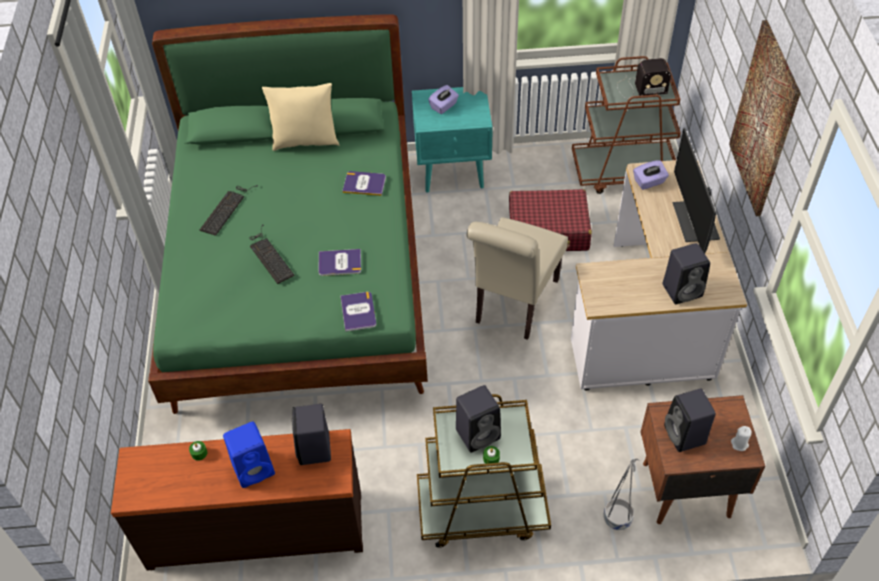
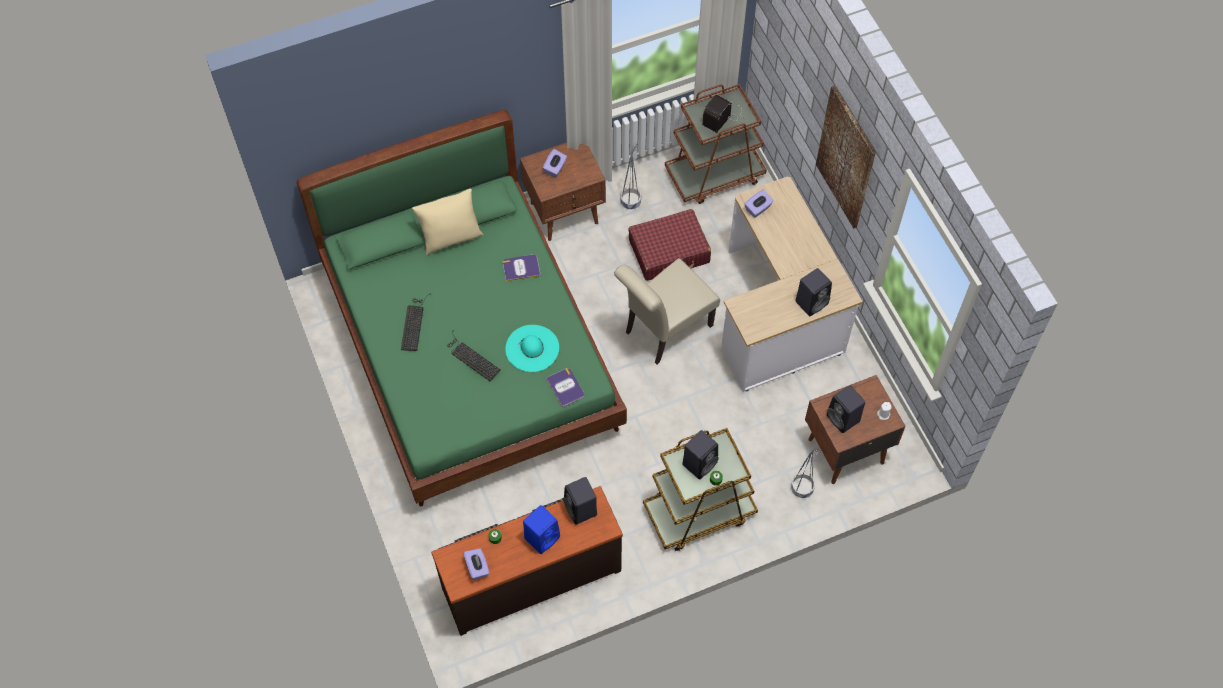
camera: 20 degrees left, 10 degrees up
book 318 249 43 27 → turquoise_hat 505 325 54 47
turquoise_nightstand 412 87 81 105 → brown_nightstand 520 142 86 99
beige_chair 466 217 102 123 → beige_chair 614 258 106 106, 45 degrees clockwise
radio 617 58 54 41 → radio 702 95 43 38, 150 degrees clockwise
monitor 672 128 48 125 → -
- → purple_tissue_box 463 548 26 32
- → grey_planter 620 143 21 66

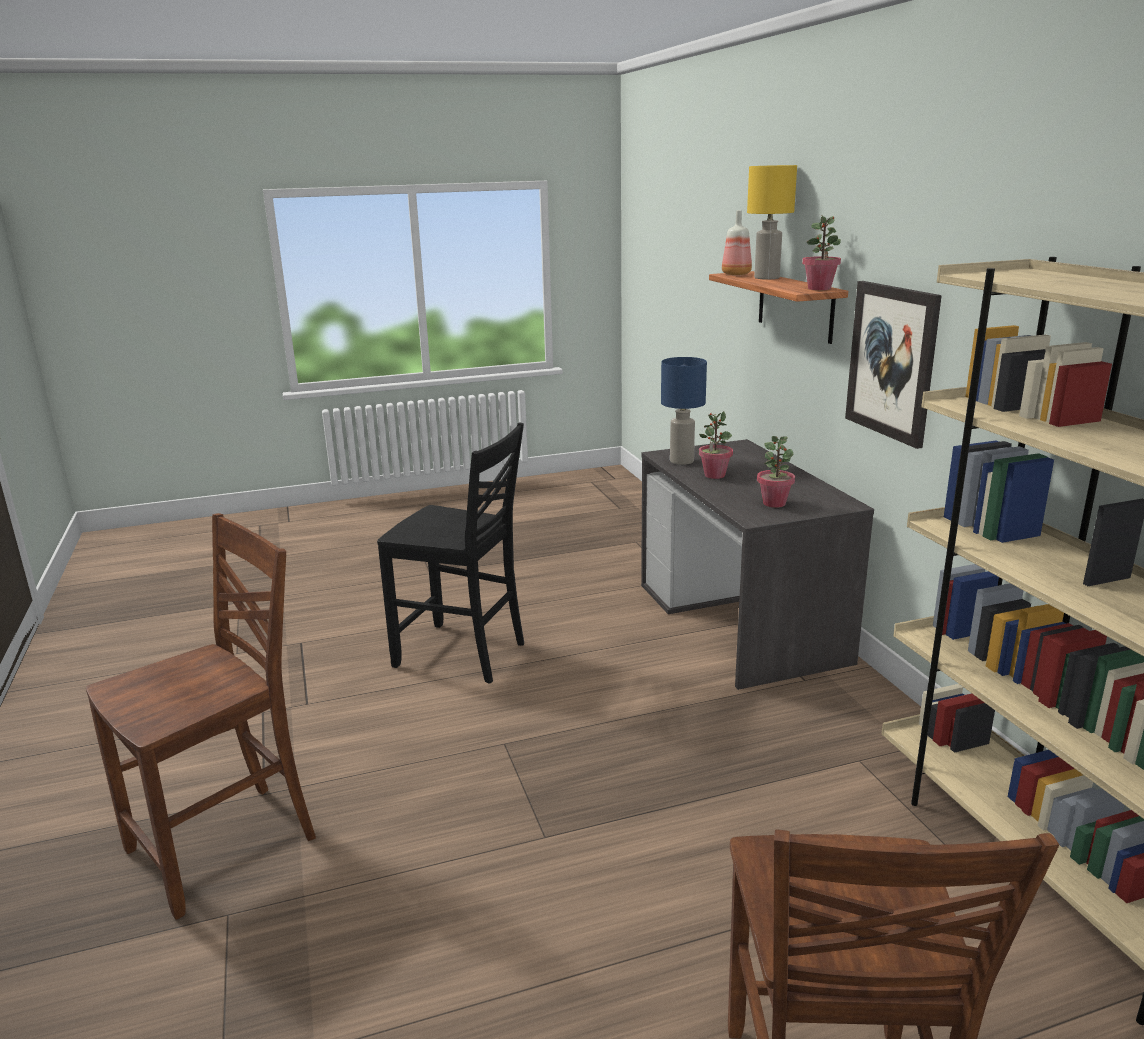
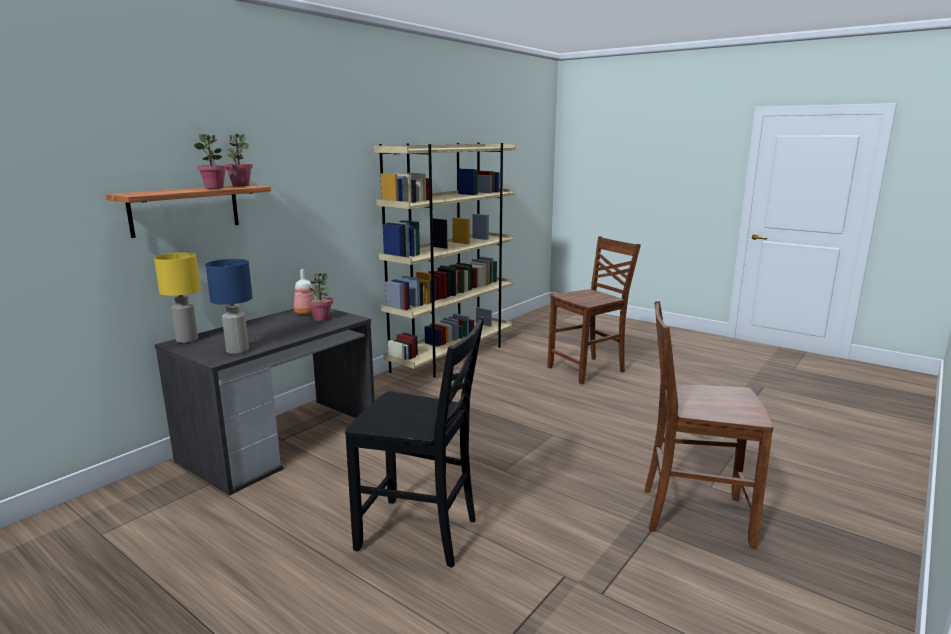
camera: 125 degrees left, 5 degrees down
black_chair 377 422 147 262 → black_chair 345 316 139 252, 120 degrees clockwise
potted_plant 699 411 34 68 → potted_plant 194 134 33 55, relocated
bottle 722 210 30 65 → bottle 294 269 20 46, relocated
yellow_table_lamp 747 165 50 114 → yellow_table_lamp 154 253 47 90, relocated
picture 845 281 97 168 → -

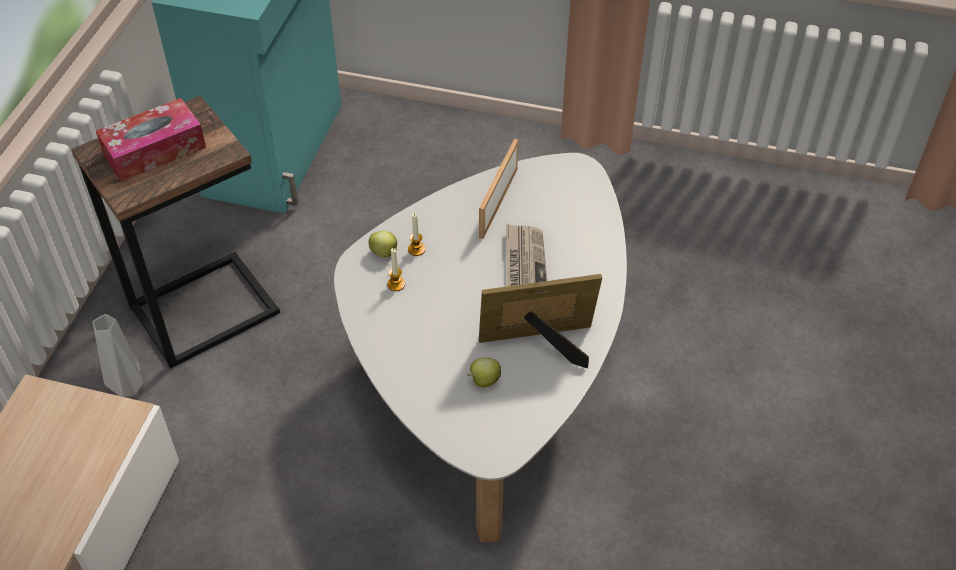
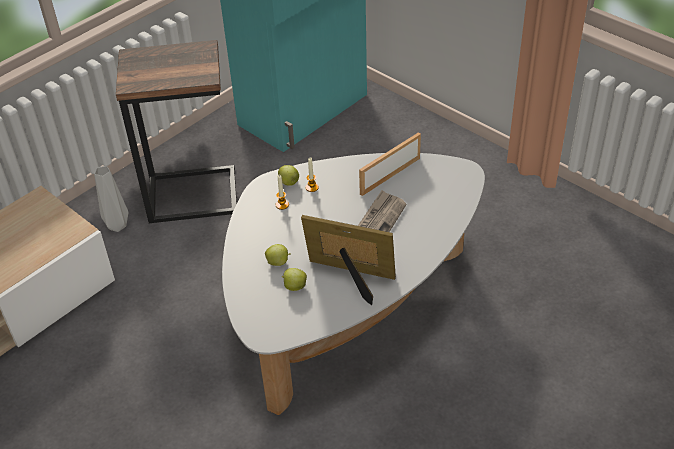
camera: 30 degrees right, 5 degrees down
tissue_box 96 98 110 84 → -
- → apple 265 244 26 22

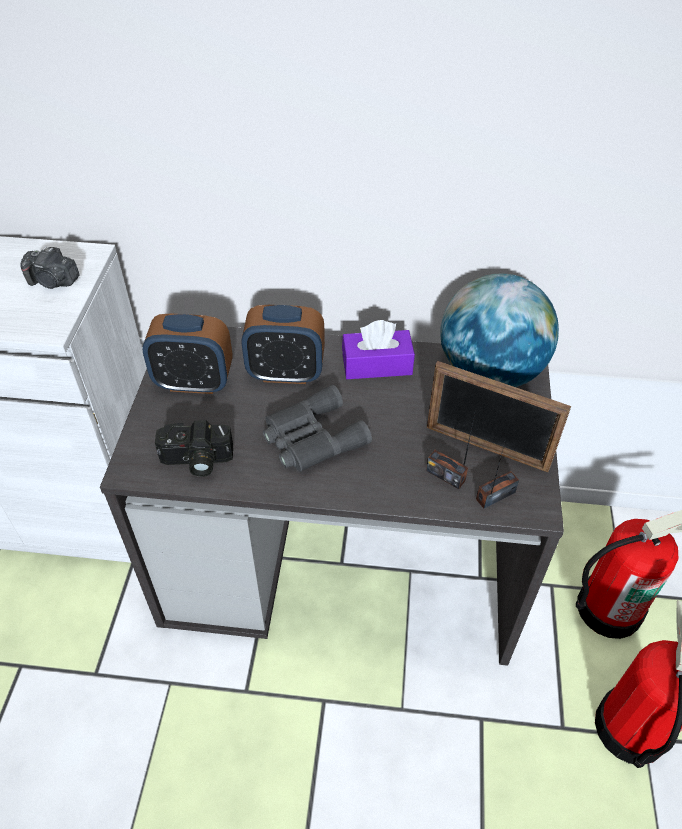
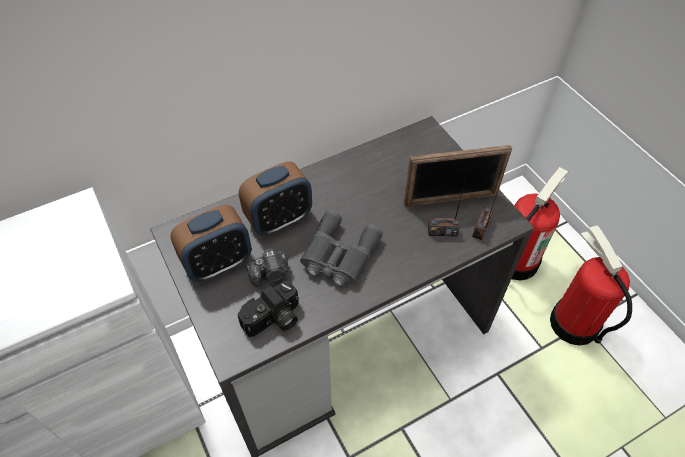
camera: 35 degrees left, 5 degrees up
photo_camera 20 246 60 43 → photo_camera 246 248 42 39, relocated
purple_tissue_box 342 320 73 59 → -
globe 440 274 119 113 → -

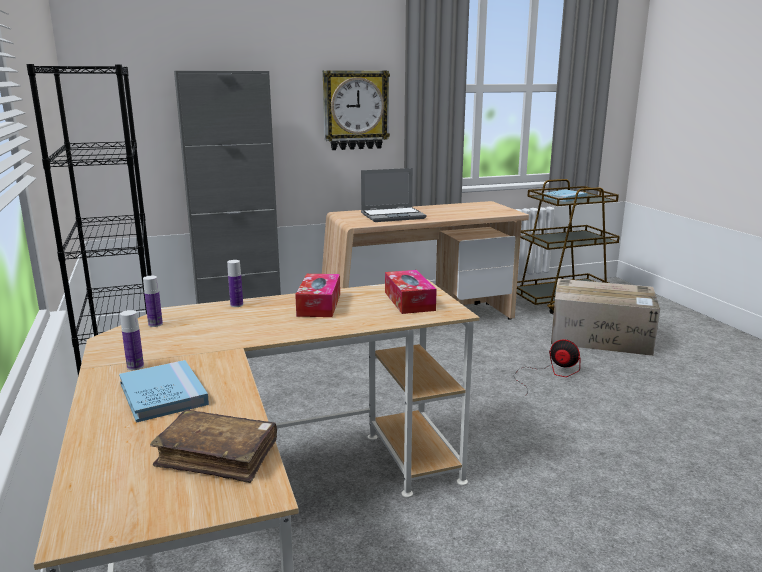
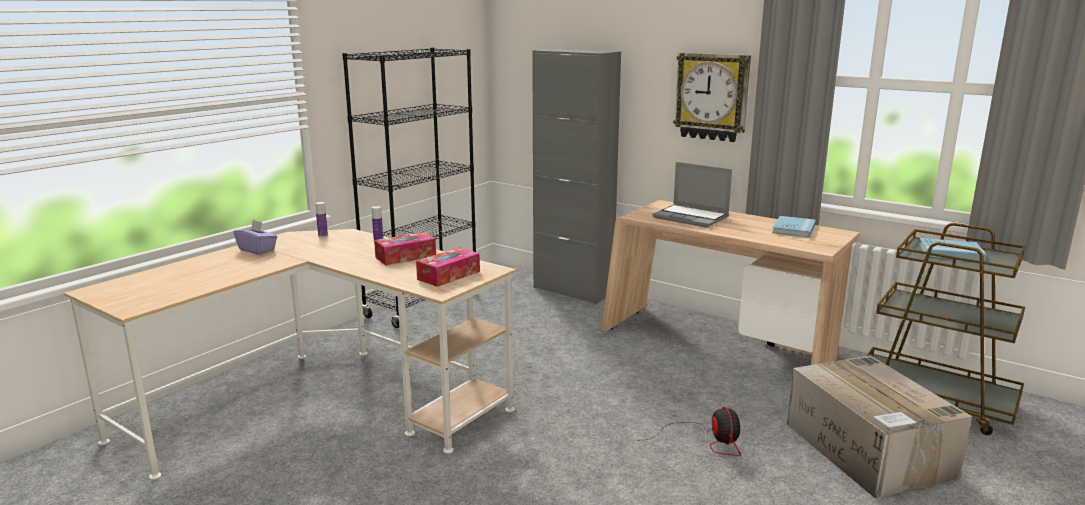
camera: 55 degrees right, 0 degrees up
blue_book 119 360 90 63 → blue_book 772 216 44 22, relocated
bottle 120 310 24 60 → purple_tissue_box 233 220 44 35
brown_book 150 410 127 73 → -

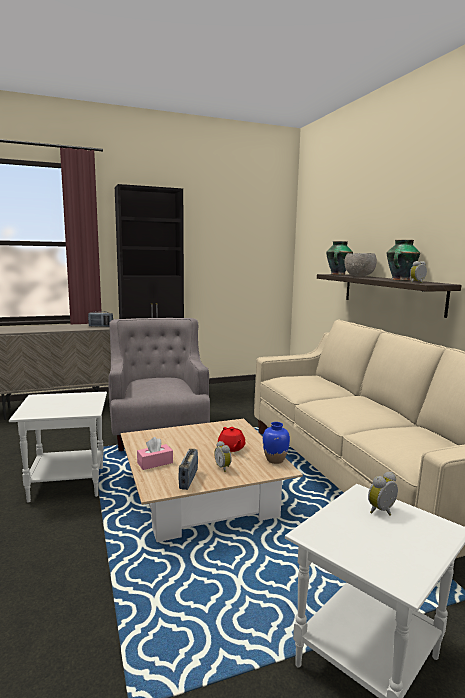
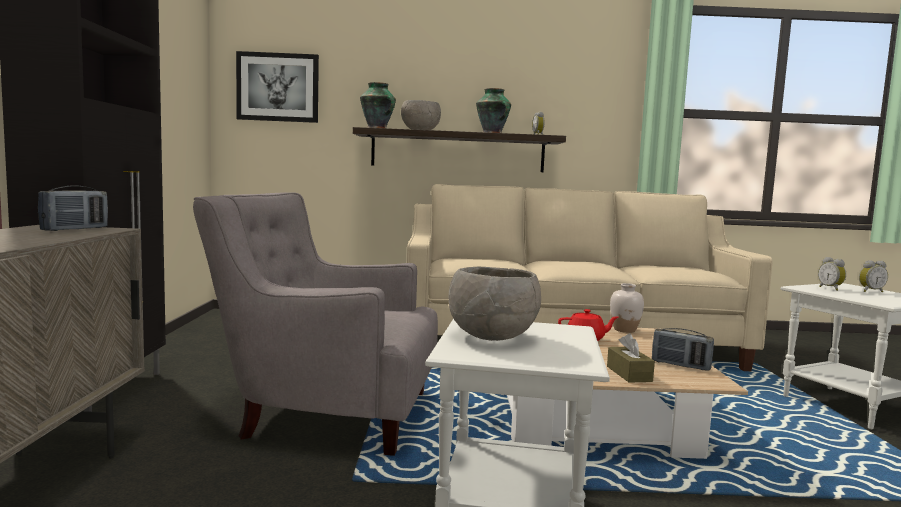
camera: 70 degrees left, 5 degrees down
pink_tissue_box 137 437 36 33 → brown_tissue_box 607 333 48 50
alarm_clock 214 441 18 31 → alarm_clock 859 260 29 32, relocated
blue_vase 263 422 27 42 → white_vase 610 283 34 50
- → picture 236 51 83 72
- → grey_bowl 448 267 93 74

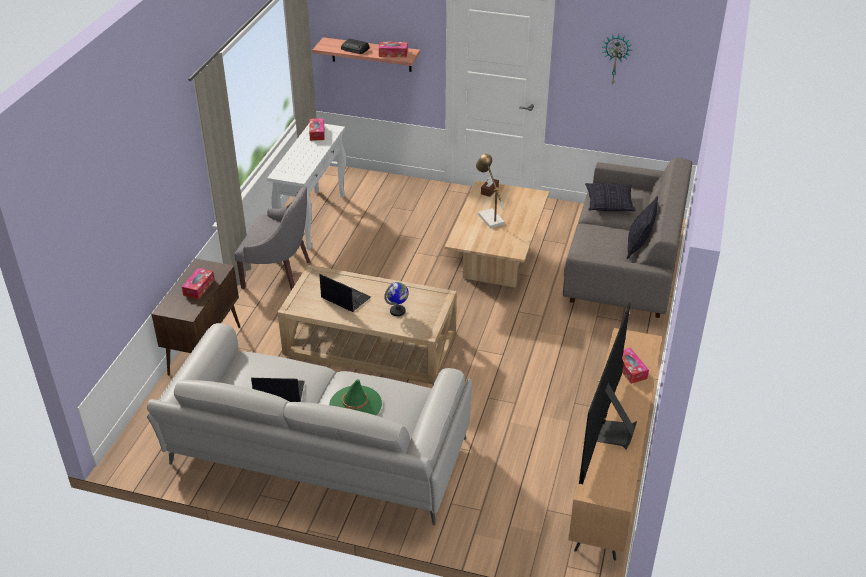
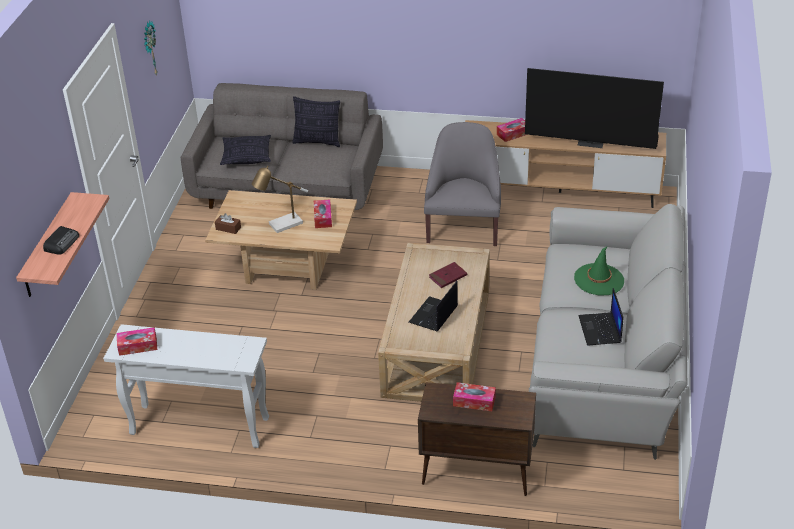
camera: 95 degrees left, 0 degrees up
grey_armchair 235 186 76 104 → grey_armchair 424 122 77 124, relocated
tissue_box 379 42 29 15 → tissue_box 314 200 18 28, relocated
globe 384 282 25 34 → red_book 429 262 38 26

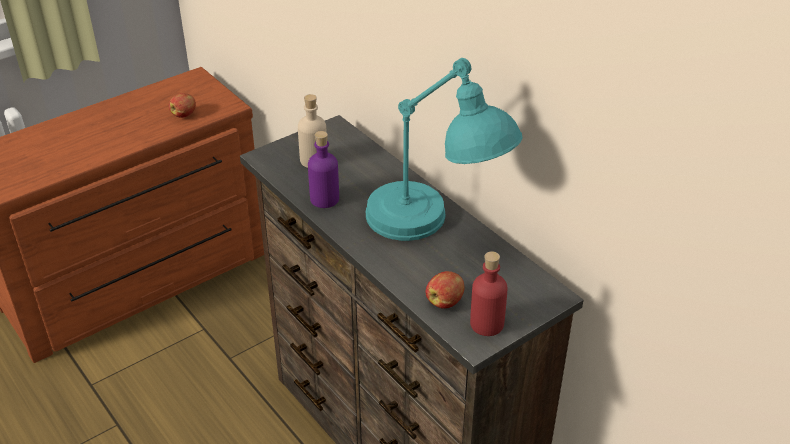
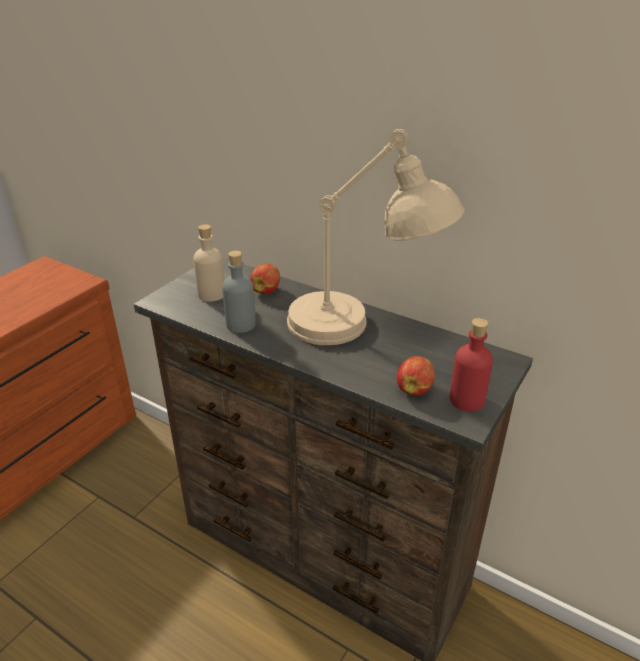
camera: 20 degrees left, 5 degrees down
apple 169 93 27 25 → apple 250 264 30 30, relocated
purple_bottle 308 131 31 77 → grey_bottle 222 251 34 82
turquoise_table_lamp 366 58 157 183 → beige_table_lamp 287 129 178 216

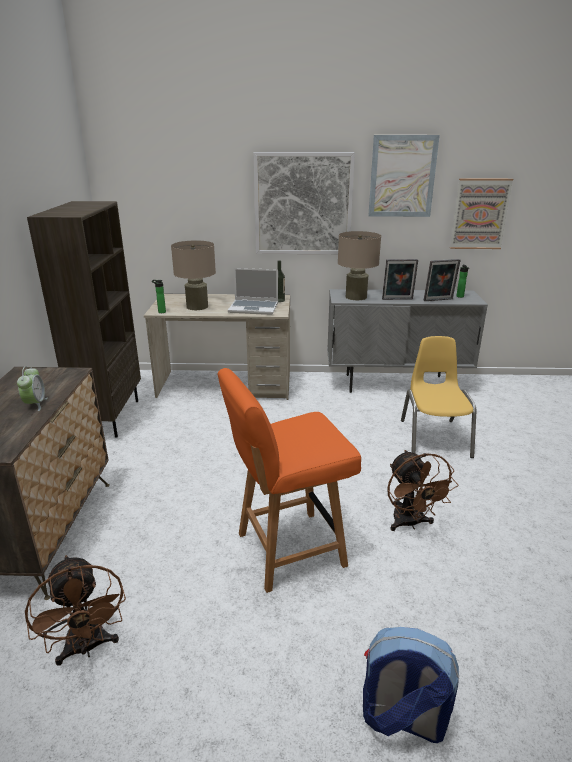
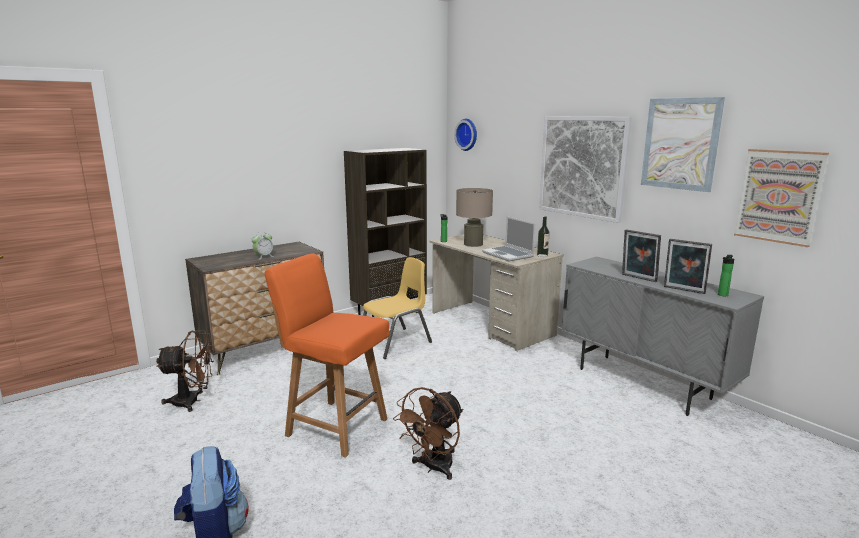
camera: 50 degrees right, 10 degrees down
brown_fan 25 555 101 111 → brown_fan 156 331 58 81, 120 degrees counterclockwise
beige_table_lamp 338 231 43 69 → -
yellow_chair 401 336 76 122 → yellow_chair 363 257 69 102, relocated
- → wall_clock 454 119 23 32

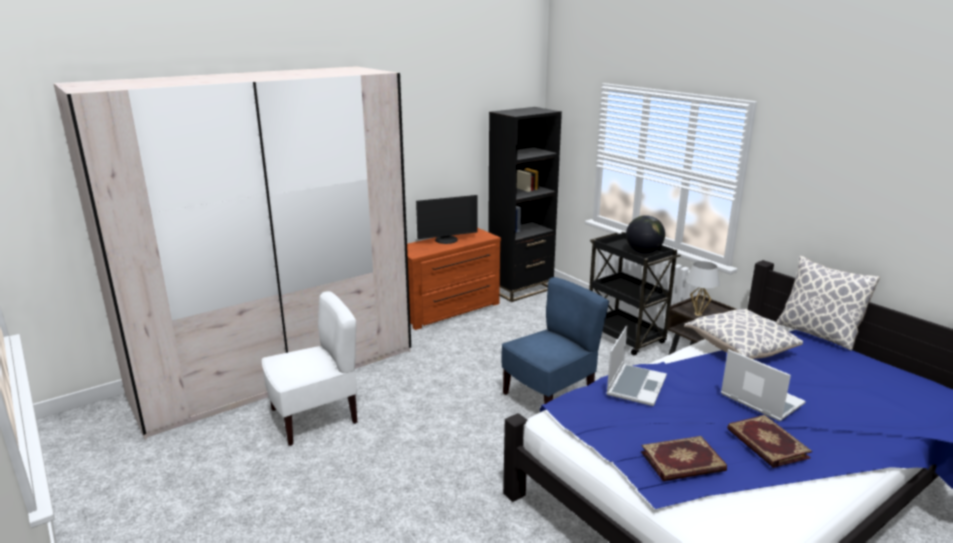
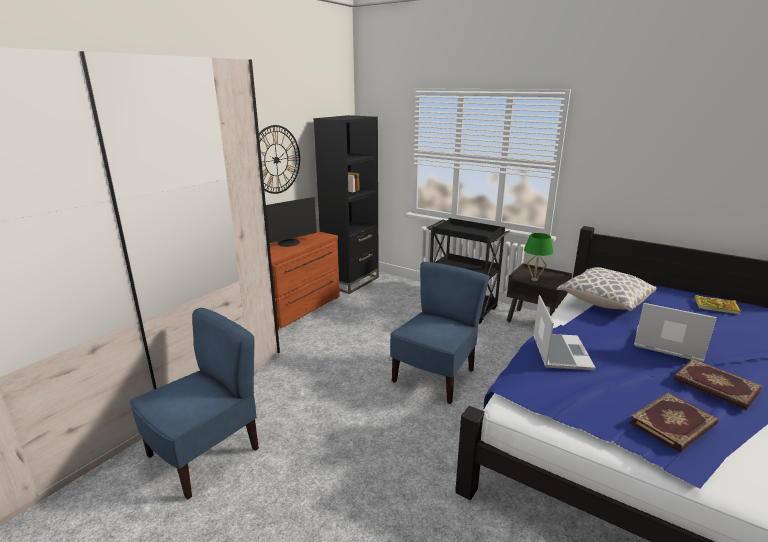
camera: 20 degrees left, 0 degrees up
white_chair 262 291 95 155 → blue_chair 130 308 129 192
globe 626 215 39 39 → -
white_table_lamp 686 261 34 55 → green_table_lamp 524 233 29 48
pillow 776 256 104 94 → -
- → wall_clock 259 125 41 69
- → book 694 295 47 19

